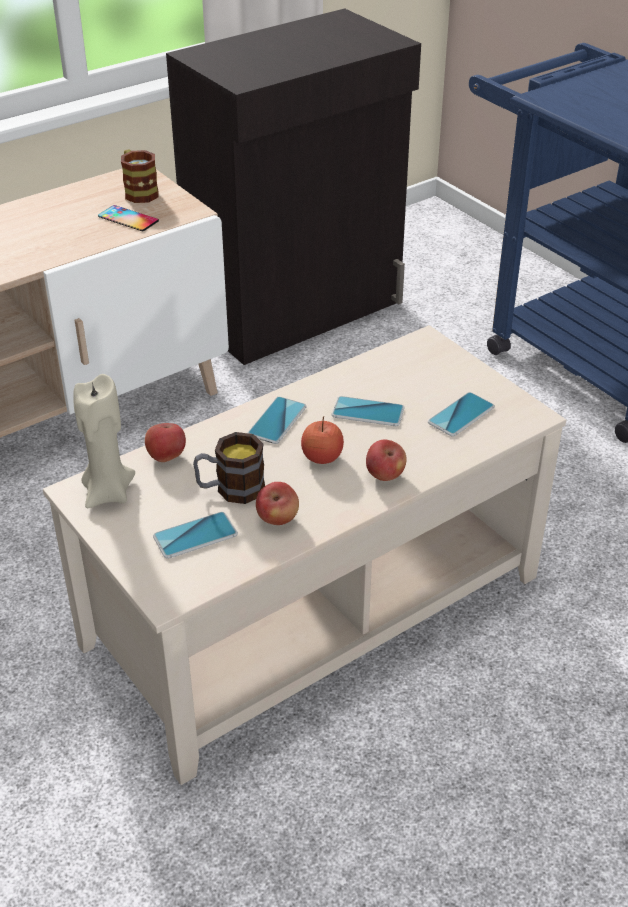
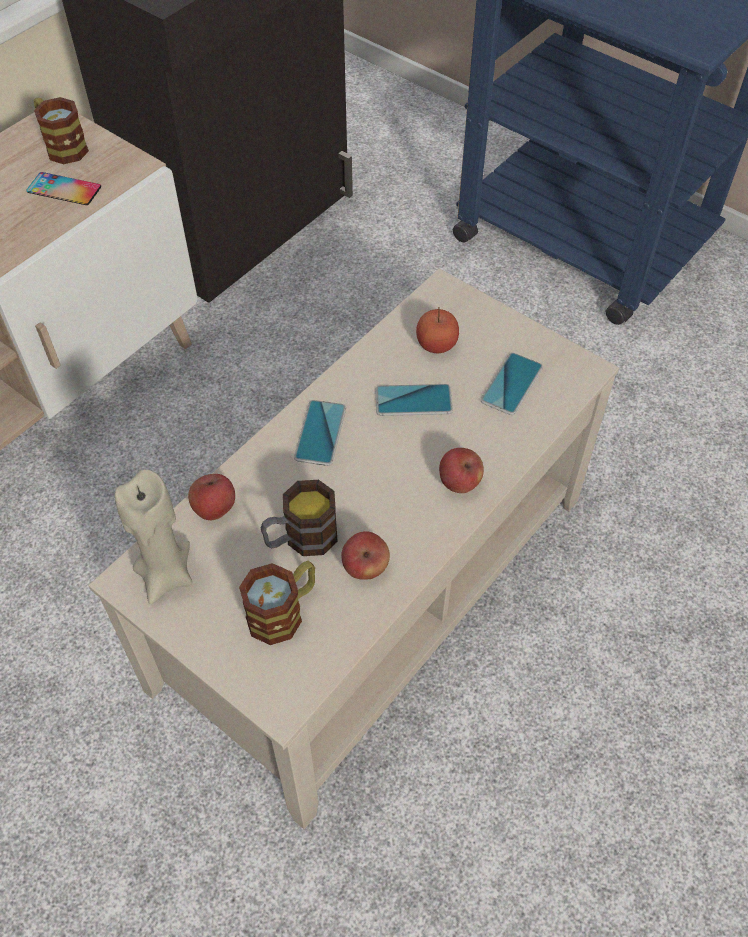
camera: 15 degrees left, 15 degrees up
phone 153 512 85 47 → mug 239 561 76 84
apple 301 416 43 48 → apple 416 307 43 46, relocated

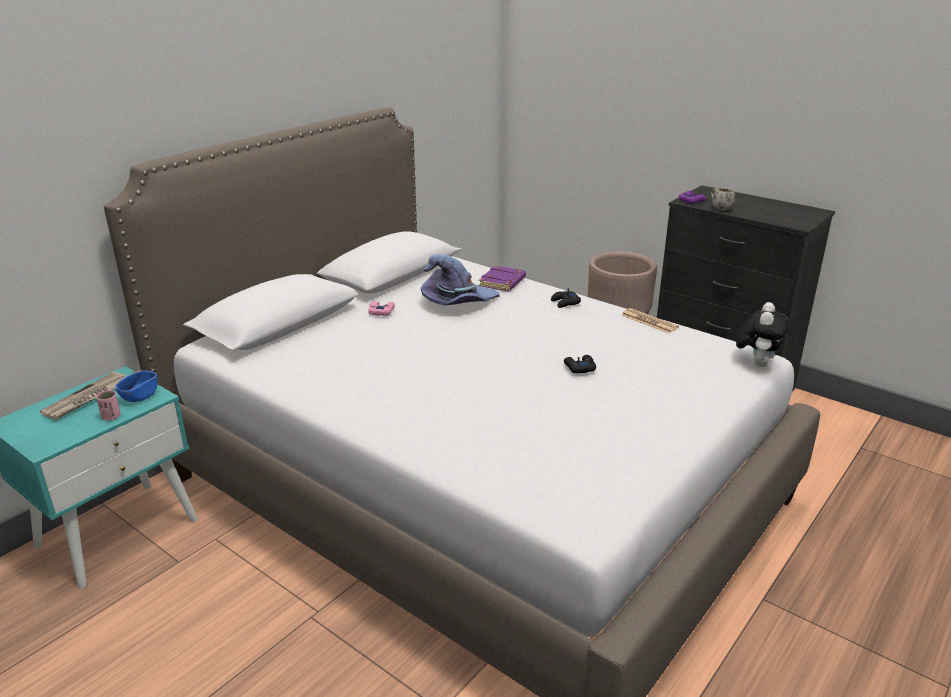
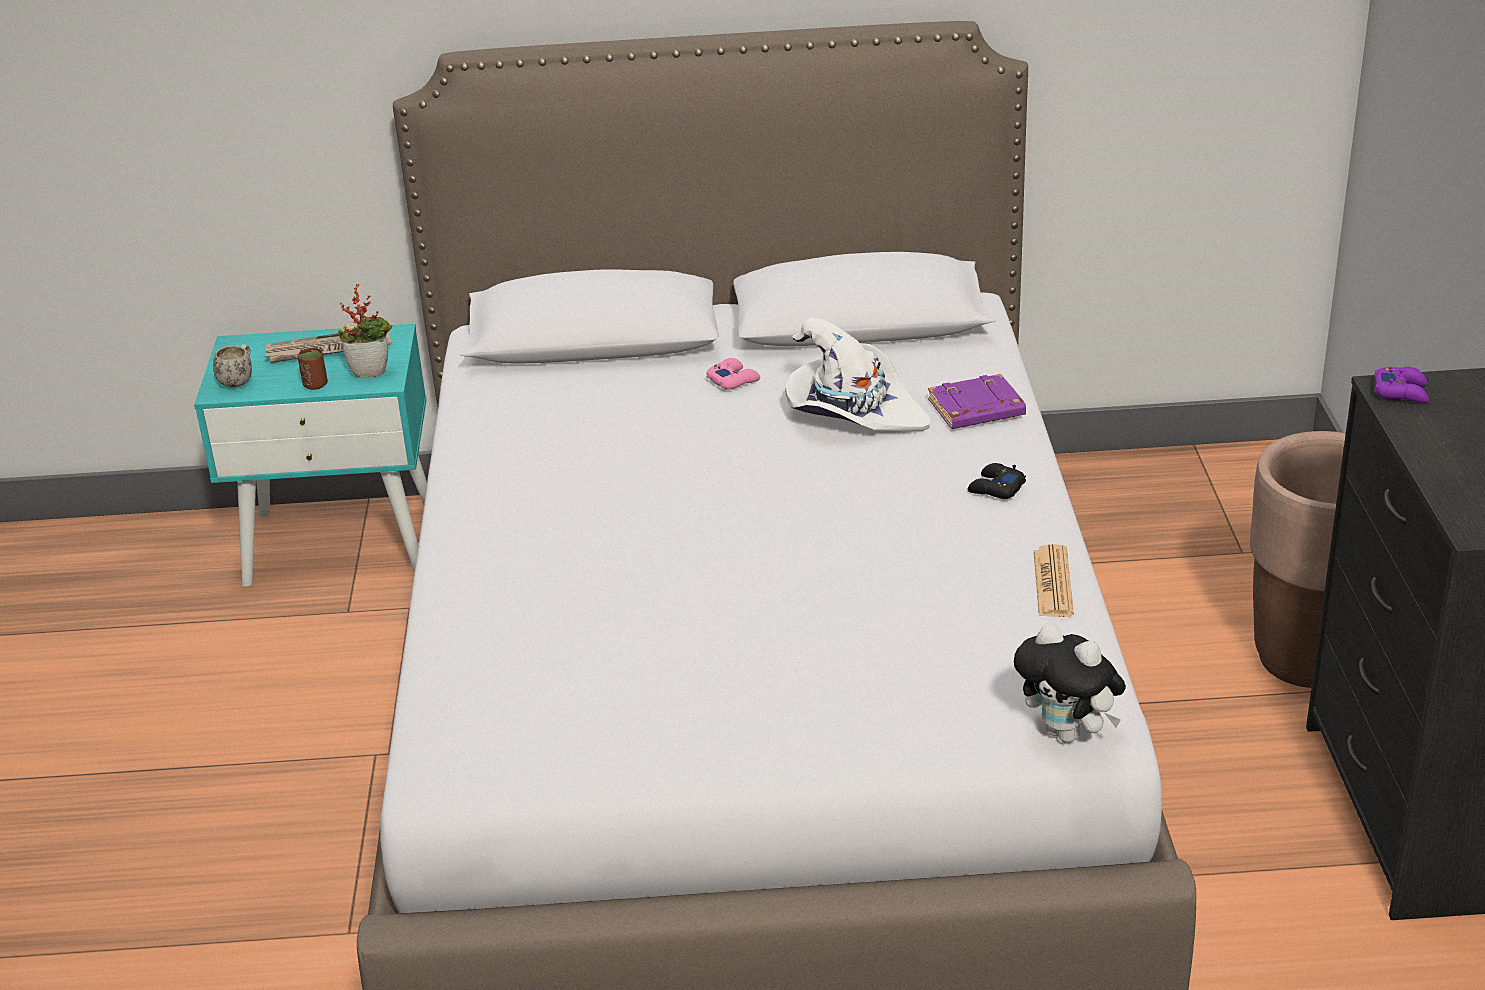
camera: 50 degrees right, 5 degrees up
pink_cup 96 390 24 31 → brown_cup 297 348 31 42
blue_bowl 115 371 42 31 → potted_plant 338 284 54 94
purple_hat 421 254 79 51 → white_hat 785 317 145 114
black_game_controller 564 355 32 18 → -
white_mug 711 188 24 22 → white_mug 213 344 39 43, relocated
plush_toy 736 302 53 65 → plush_toy 1014 623 112 120, 60 degrees clockwise

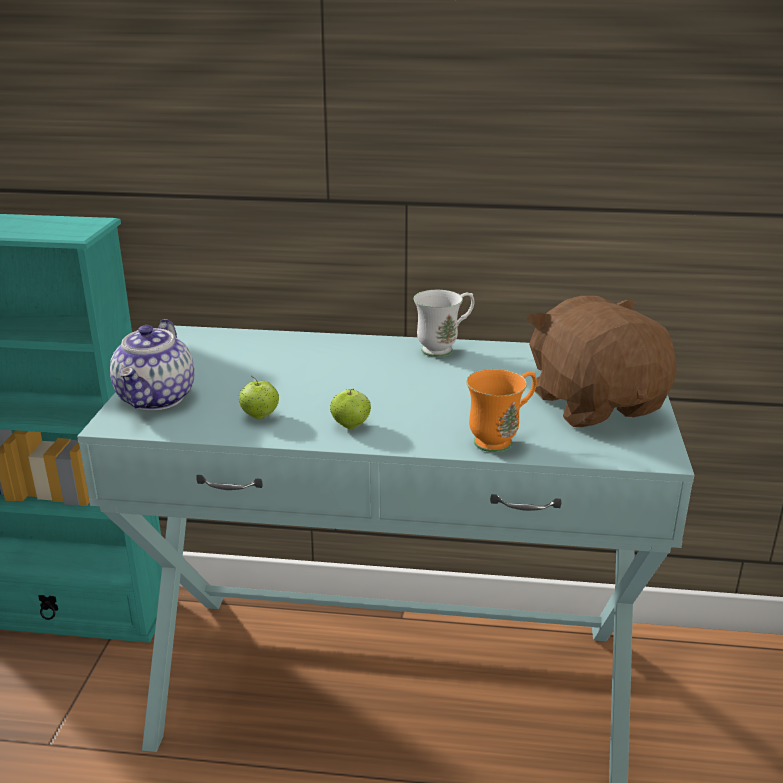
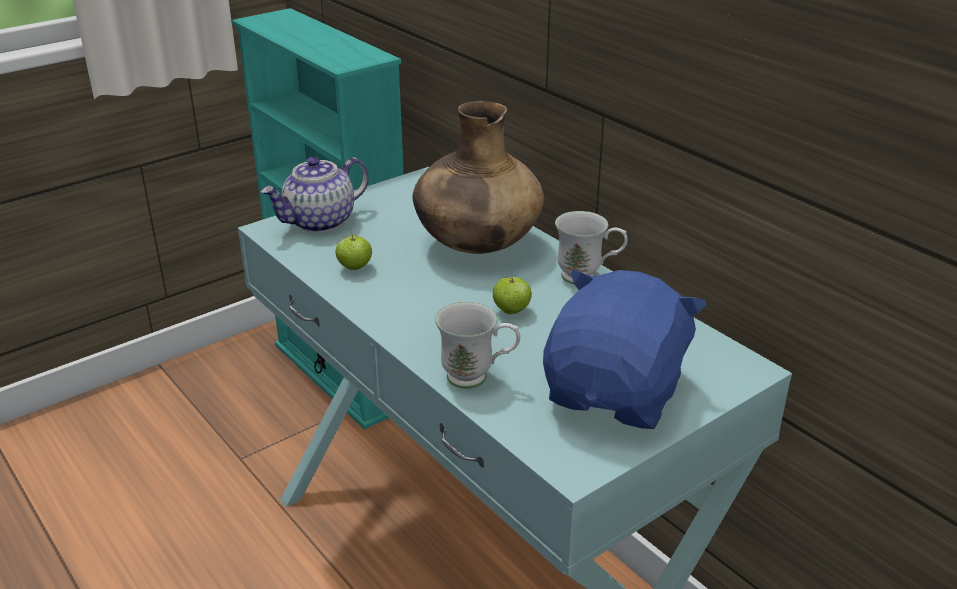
camera: 45 degrees right, 5 degrees up
apple 330 389 41 40 → apple 493 277 39 37, relocated
orange_mug 466 369 71 83 → white_mug 435 302 85 87
brown_plush_toy 527 296 150 131 → blue_plush_toy 543 270 164 159
- → brown_vase 413 101 131 153

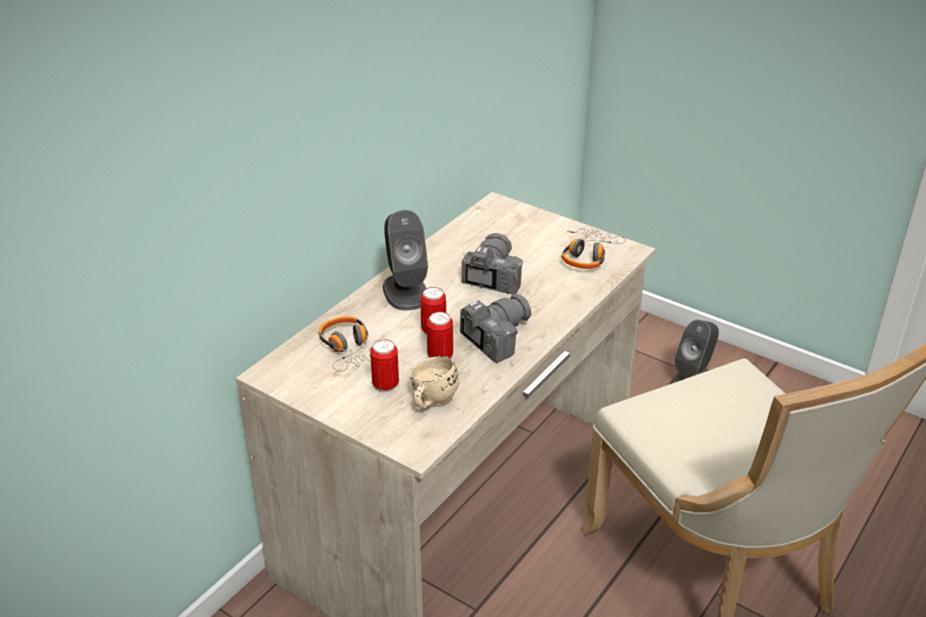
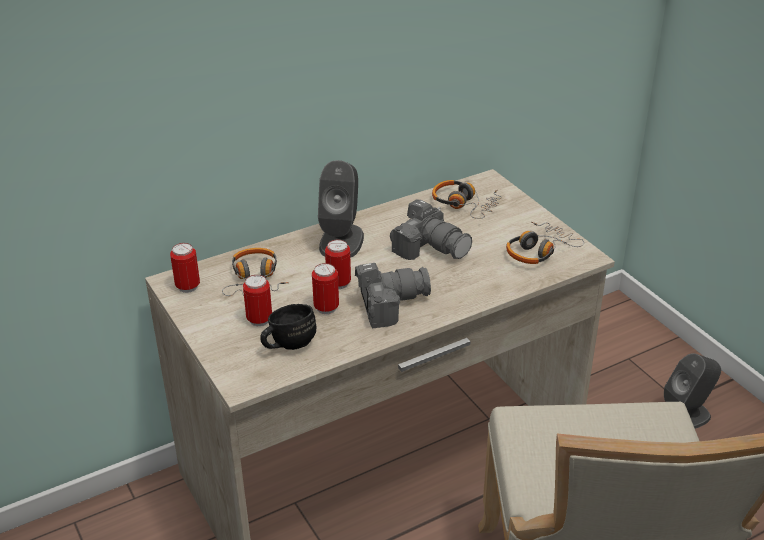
camera: 25 degrees right, 0 degrees up
beige_mug 409 356 50 52 → black_mug 260 304 56 46
photo_camera 462 233 61 61 → photo_camera 390 199 82 61, 90 degrees clockwise
- → can 170 243 30 50
- → headphones 432 180 70 39

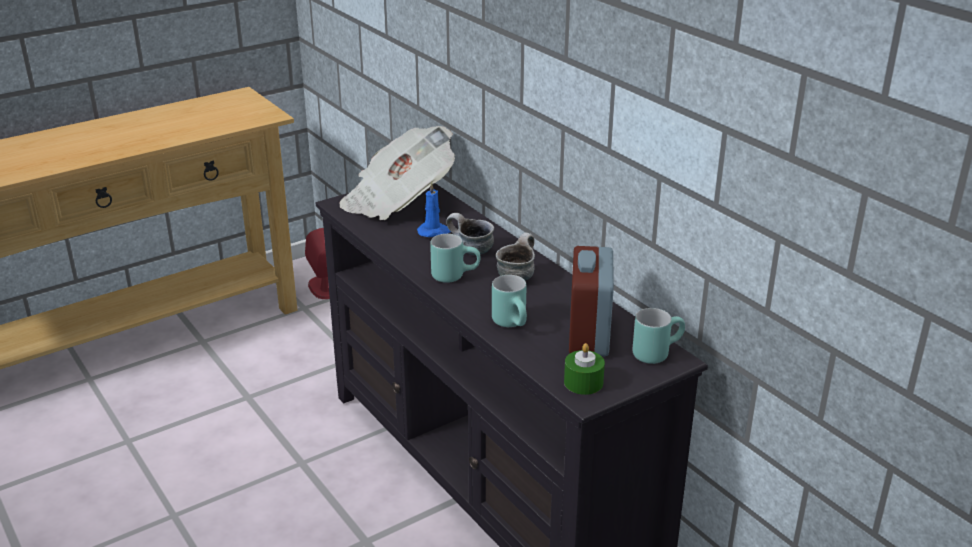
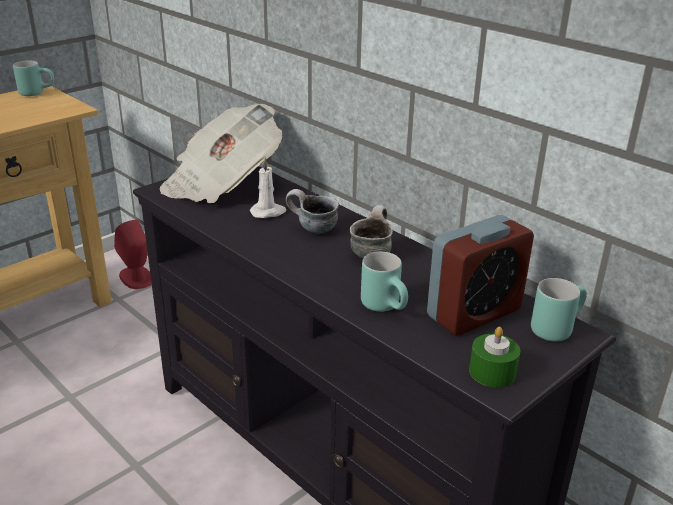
camera: 10 degrees left, 0 degrees up
blue_candle 417 181 34 56 → white_candle 250 157 36 61
turquoise_mug 430 234 51 49 → turquoise_mug 13 61 41 35, relocated
alarm_clock 569 246 45 110 → alarm_clock 427 215 107 120, 120 degrees counterclockwise

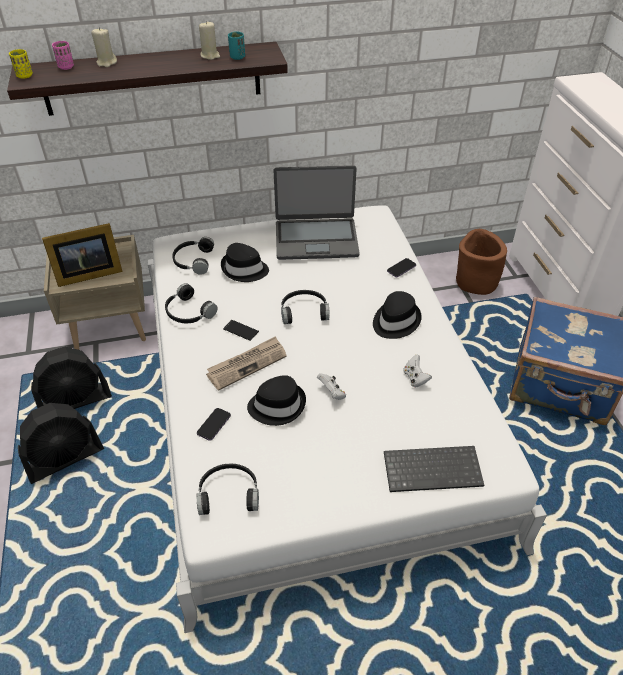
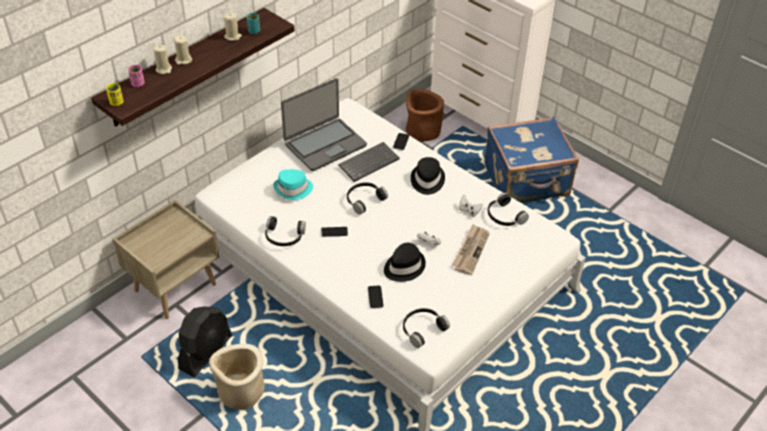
camera: 35 degrees left, 0 degrees up
black_fan 18 403 86 81 → beige_planter 209 344 56 66
picture_frame 42 223 81 64 → -
black_headphones 172 237 42 38 → black_headphones 488 193 41 33, relocated
newspaper 206 336 81 55 → newspaper 452 224 38 51, relocated
black_hat 221 243 48 39 → turquoise_hat 273 169 40 31
keyboard 384 446 100 46 → keyboard 338 142 62 40, relocated
- → beige_candle 174 36 18 29

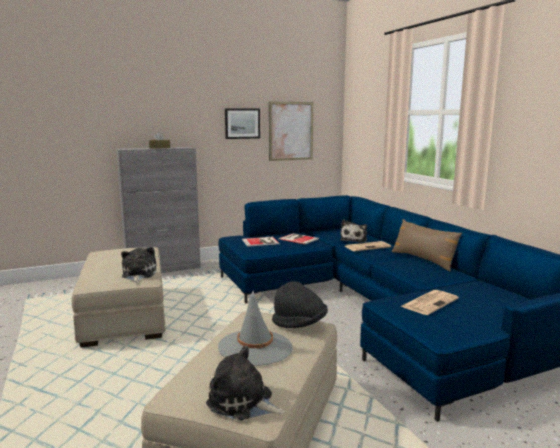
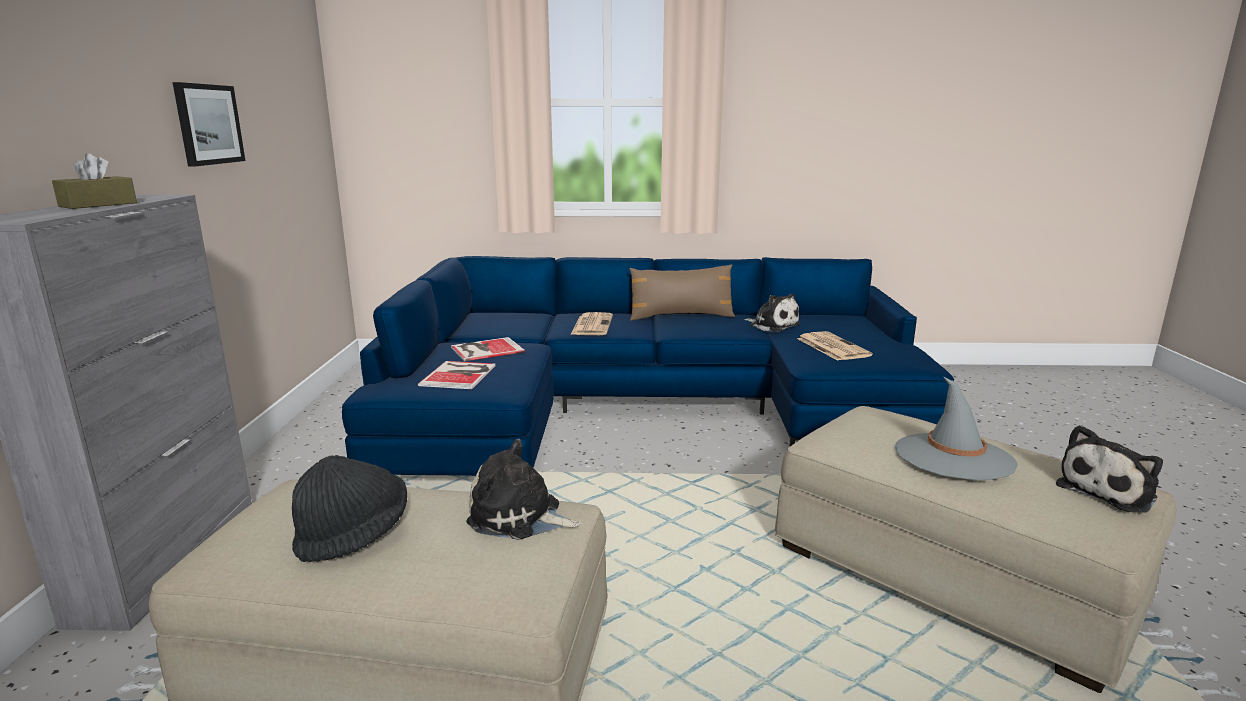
camera: 65 degrees left, 5 degrees up
picture 269 102 44 59 → -
black_hat 272 281 56 47 → black_hat 292 455 115 107, relocated
plush_toy 340 220 27 22 → plush_toy 744 293 56 39, relocated

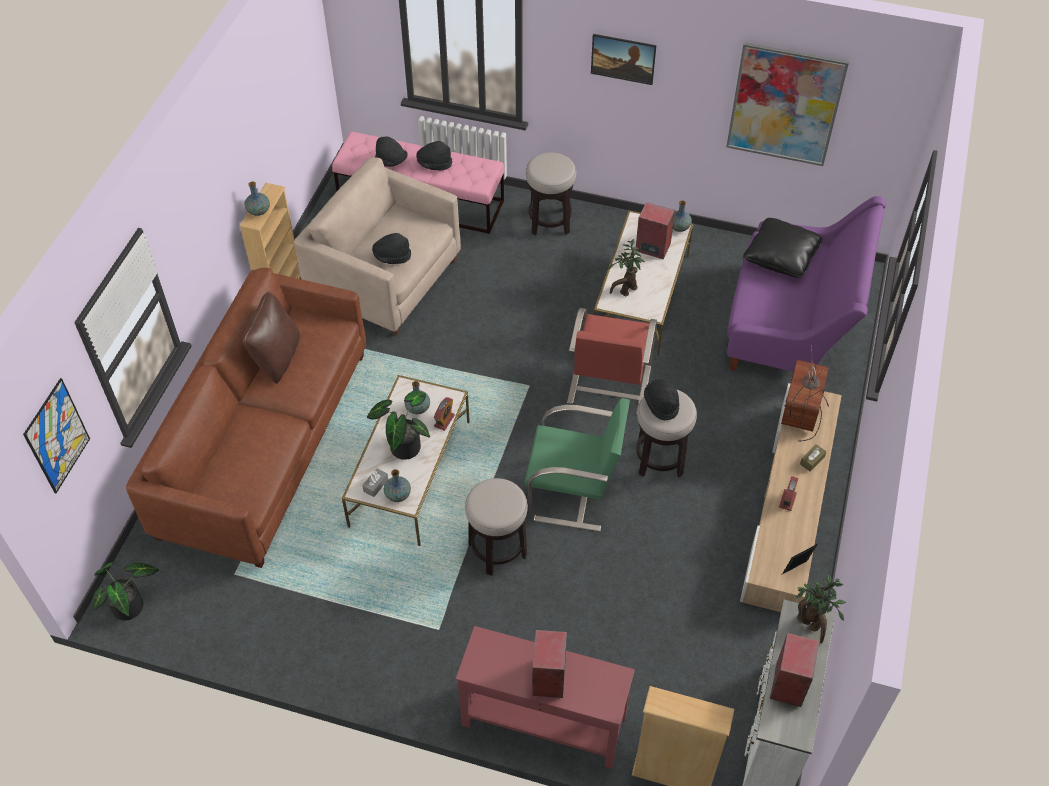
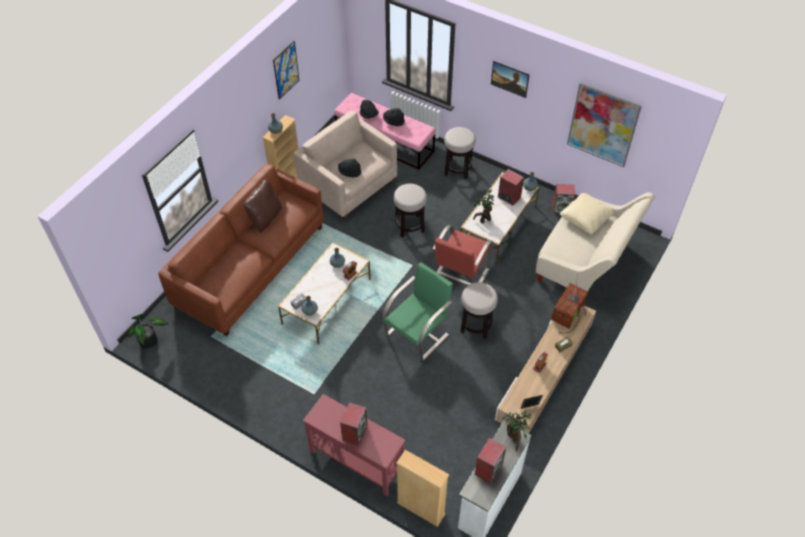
camera: 15 degrees right, 0 degrees up
picture 23 378 67 115 → picture 273 41 26 59, relocated
potted_plant 367 391 63 69 → -
stool 465 478 63 97 → stool 394 184 33 53, relocated
green_armchair 524 398 106 134 → green_armchair 383 262 70 99, 75 degrees counterclockwise
black_hat 644 379 35 42 → -
purple_sofa 727 196 160 176 → beige_sofa 536 192 119 99
black_pillow 743 218 80 60 → beige_pillow 560 193 54 41
- → speaker 552 184 24 30

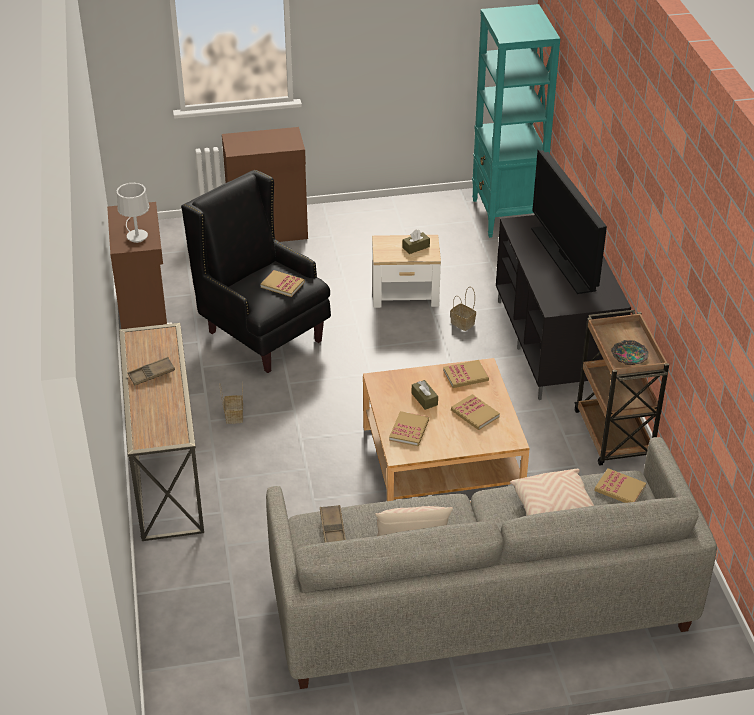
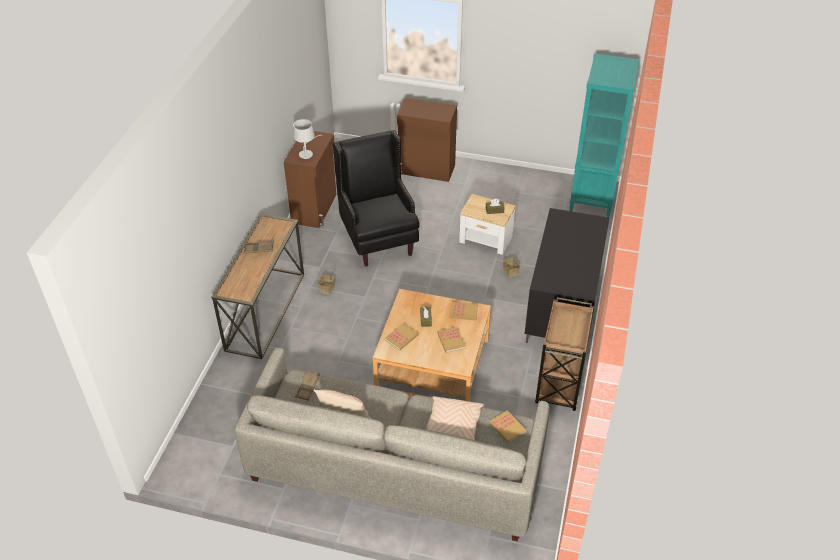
camera: 25 degrees right, 5 degrees up
book 261 270 44 27 → -
television 531 150 76 144 → -
bowl 611 340 38 25 → -

